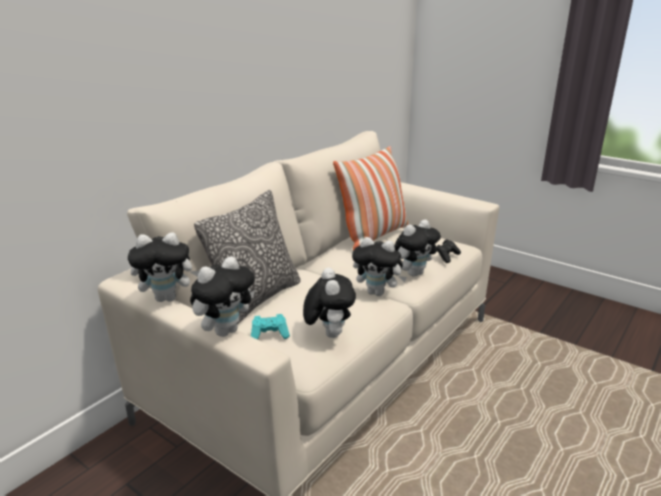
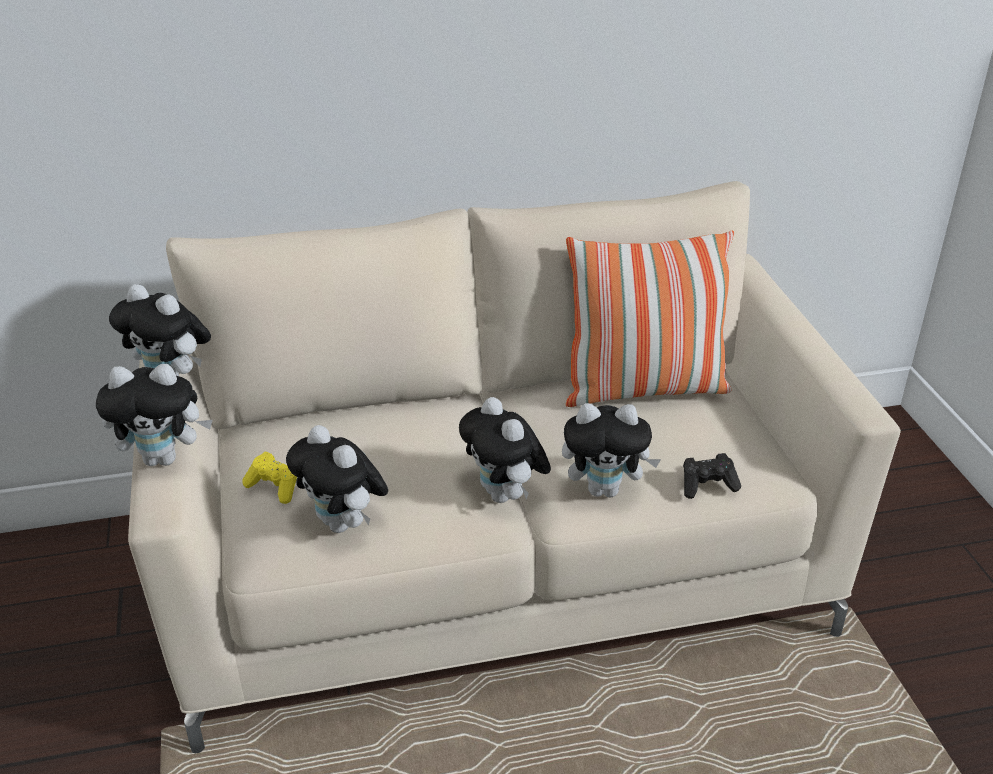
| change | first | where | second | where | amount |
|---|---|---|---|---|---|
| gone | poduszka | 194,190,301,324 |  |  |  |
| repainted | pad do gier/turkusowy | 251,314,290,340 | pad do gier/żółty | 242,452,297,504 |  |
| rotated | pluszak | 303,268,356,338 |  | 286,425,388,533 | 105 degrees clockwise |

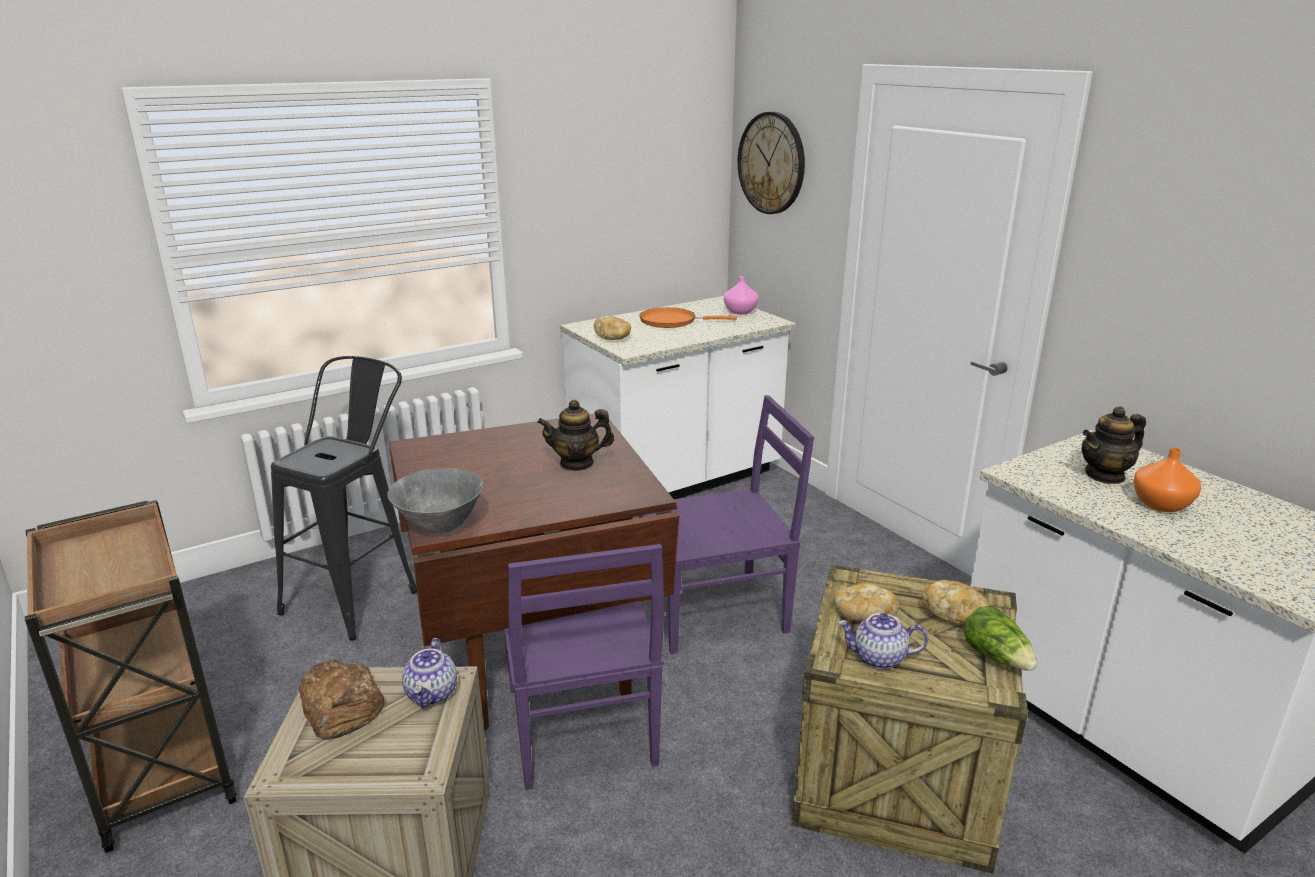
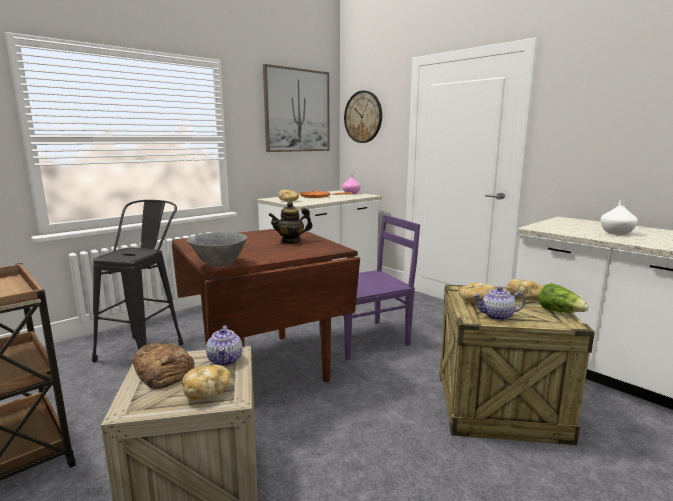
| change | first | where | second | where | amount |
|---|---|---|---|---|---|
| gone | krzesło/fioletowy | 504,544,665,790 |  |  |  |
| gone | imbryk | 1082,406,1146,484 |  |  |  |
| new |  |  | chleb | 182,365,231,400 |  |
| new |  |  | obraz | 263,64,329,152 |  |
| repainted | wazon/pomarańczowy | 1133,448,1201,512 | wazon/biały | 600,200,638,235 |  |

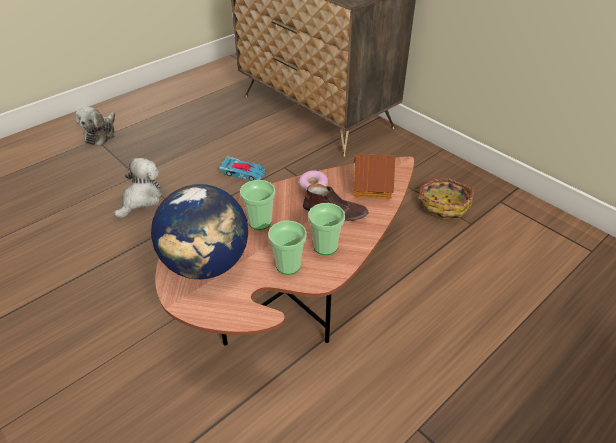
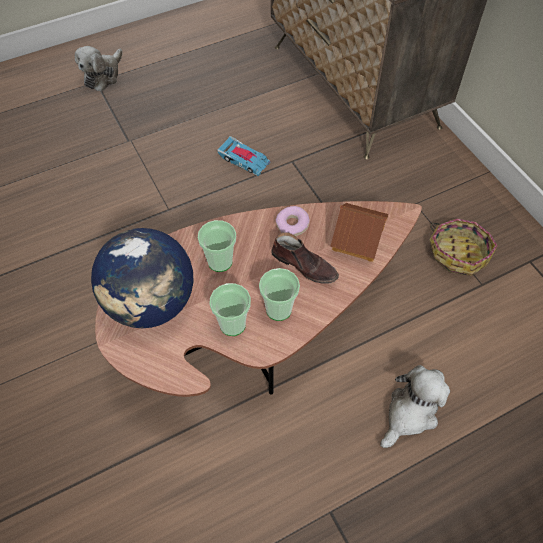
| change | first | where | second | where | amount |
|---|---|---|---|---|---|
| shifted | pluszak | 114,158,162,218 |  | 380,365,450,448 |  |

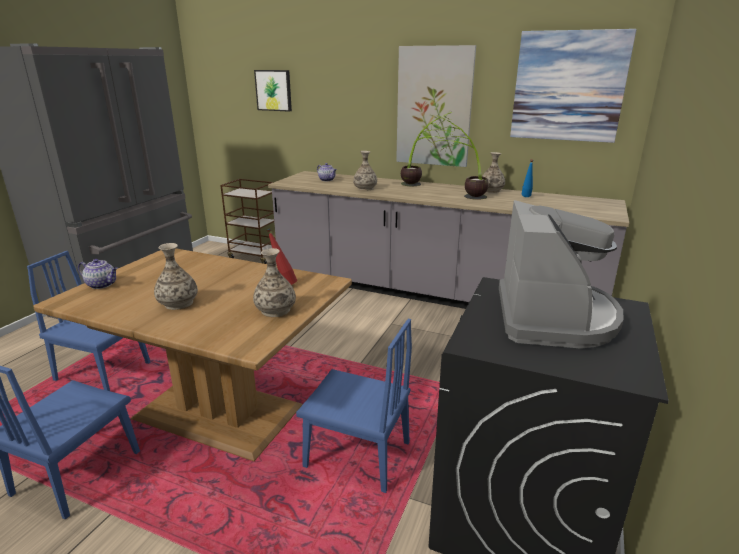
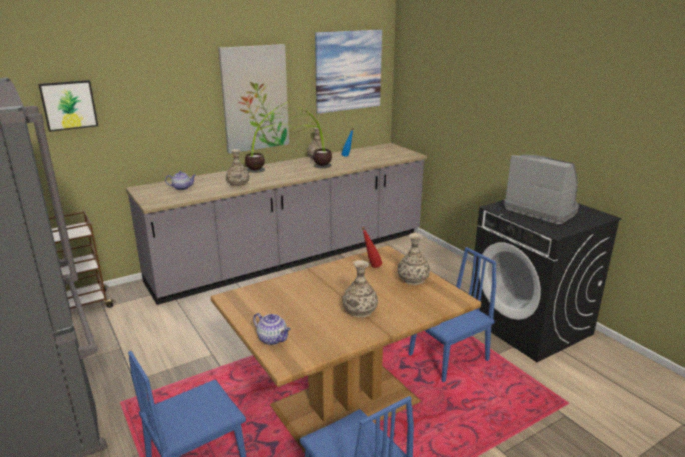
| change | first | where | second | where | amount |
|---|---|---|---|---|---|
| rotated | imbryk | 78,259,118,289 |  | 253,313,291,345 | 75 degrees clockwise |

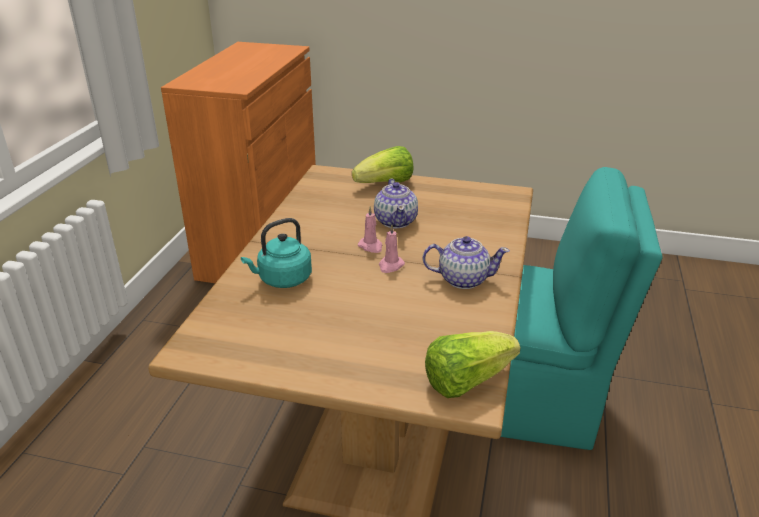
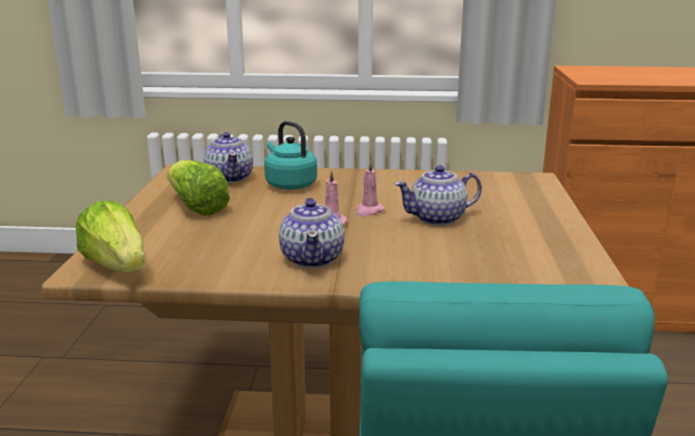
| change | first | where | second | where | amount |
|---|---|---|---|---|---|
| new |  |  | imbryk | 204,132,253,183 |  |
| shifted | sałata | 352,146,414,183 |  | 167,160,230,216 |  |

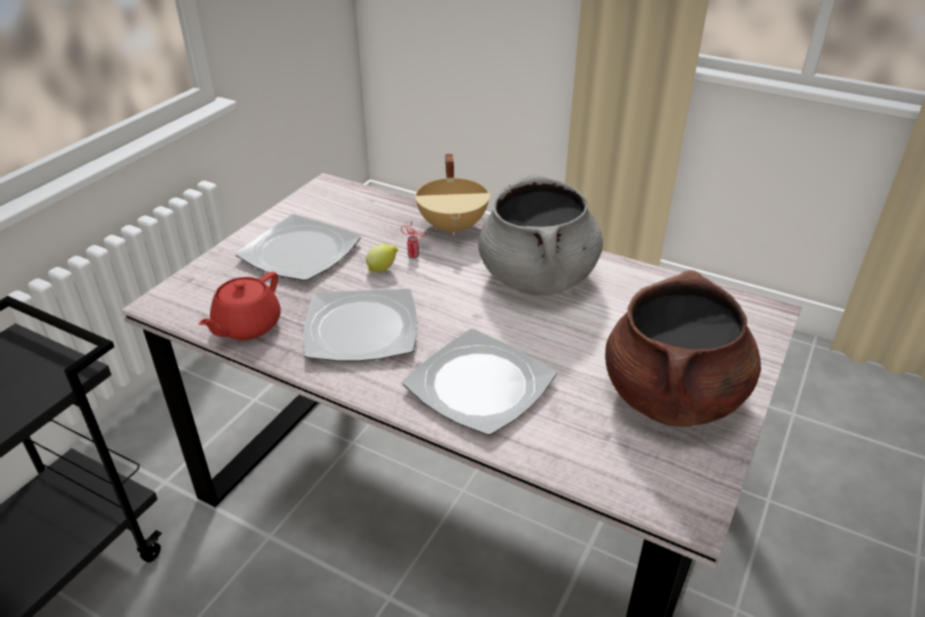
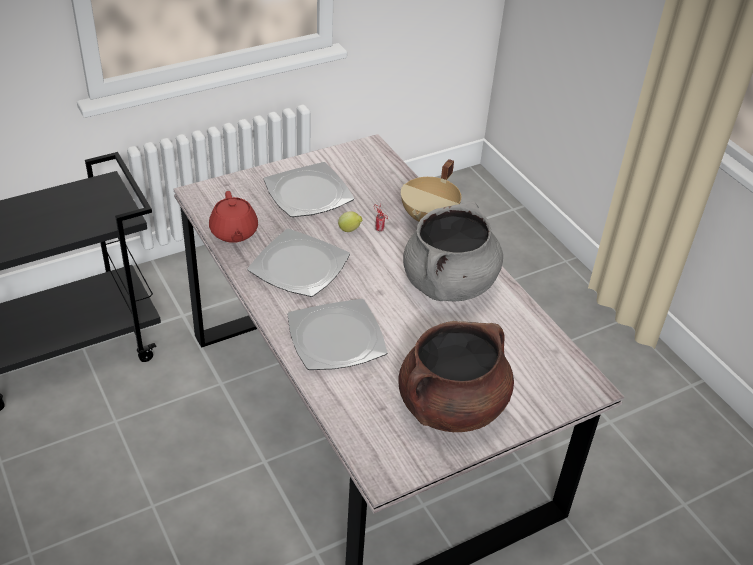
| change | first | where | second | where | amount |
|---|---|---|---|---|---|
| rotated | imbryk/czerwony | 199,272,281,340 |  | 209,191,258,243 | 75 degrees counterclockwise |

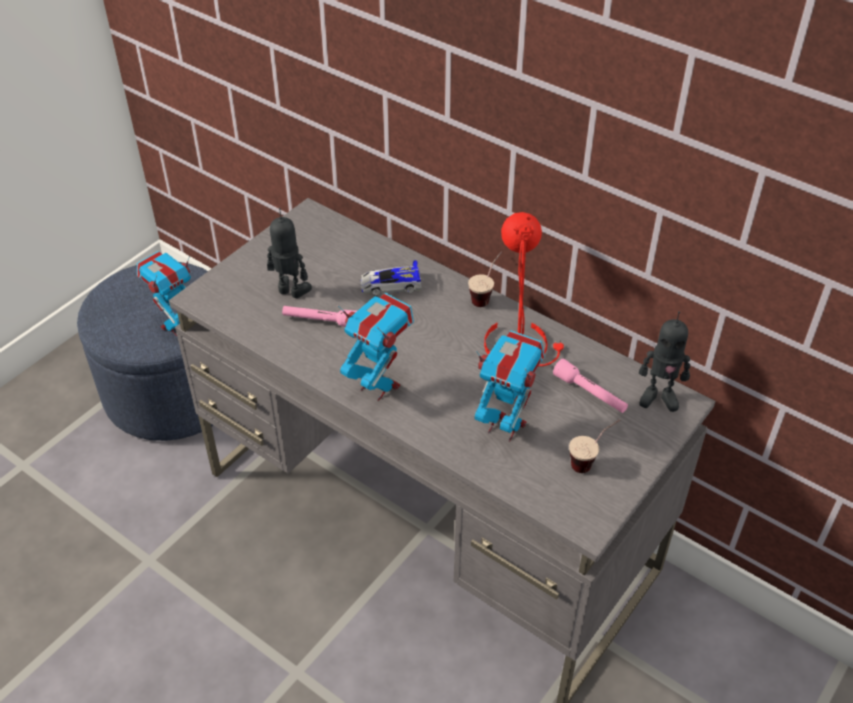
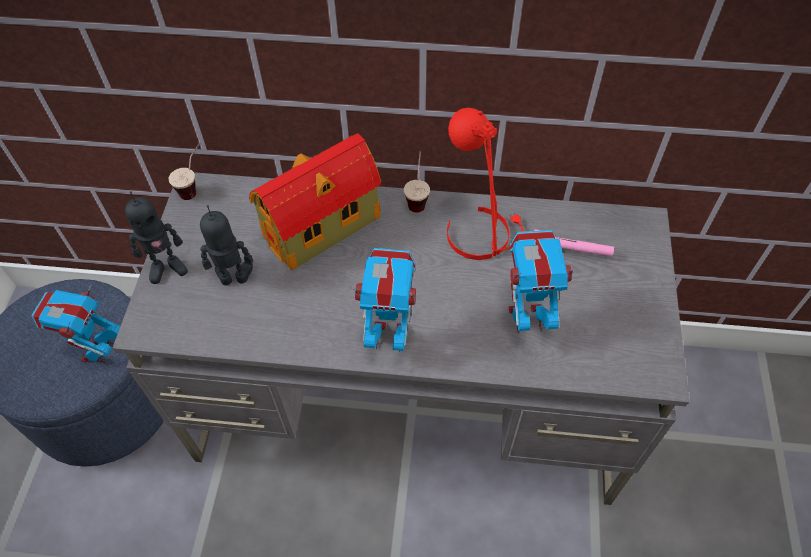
| change | first | where | second | where | amount |
|---|---|---|---|---|---|
| gone | latarka/różowy | 282,306,357,327 |  |  |  |
| shifted | filiżanka | 569,419,620,473 |  | 169,143,200,200 |  |
| shifted | robot zabawkowy | 639,311,690,412 |  | 125,191,188,284 |  |
| swapped | samochodzik | 360,260,422,295 | domek | 249,133,381,270 |  |

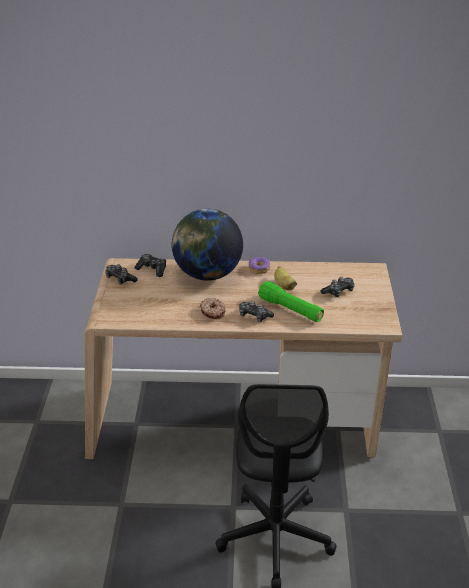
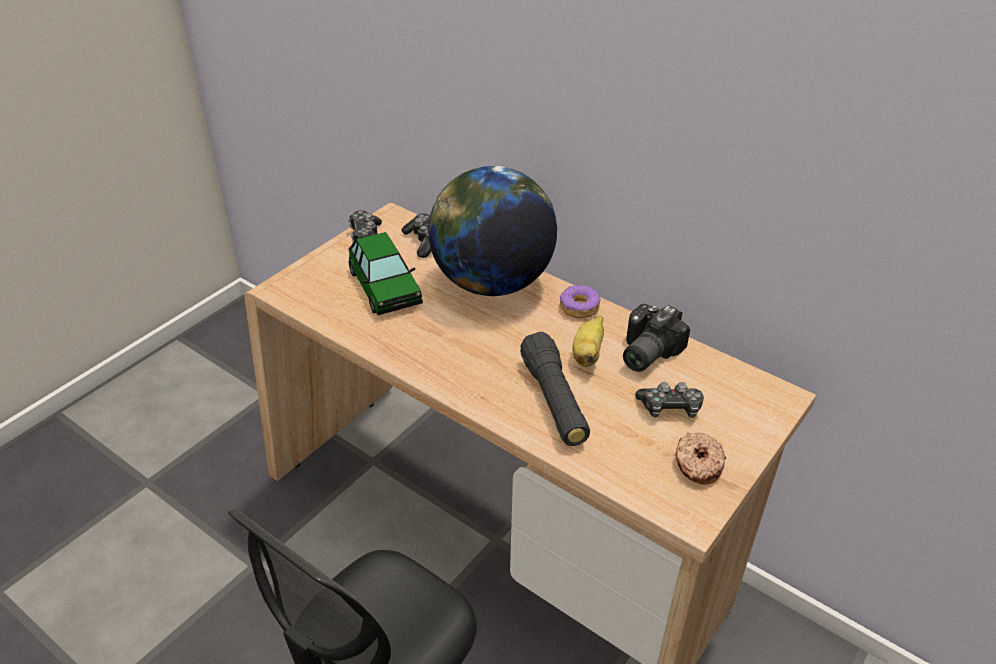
| change | first | where | second | where | amount |
|---|---|---|---|---|---|
| gone | pad do gier | 239,301,274,322 |  |  |  |
| new |  |  | samochodzik | 349,232,423,315 |  |
| new |  |  | aparat fotograficzny | 623,304,690,372 |  |
| shifted | donut | 200,298,226,319 |  | 675,433,726,485 |  |
| repainted | latarka/zielony | 258,281,324,322 | latarka/czarny | 520,332,590,446 |  |

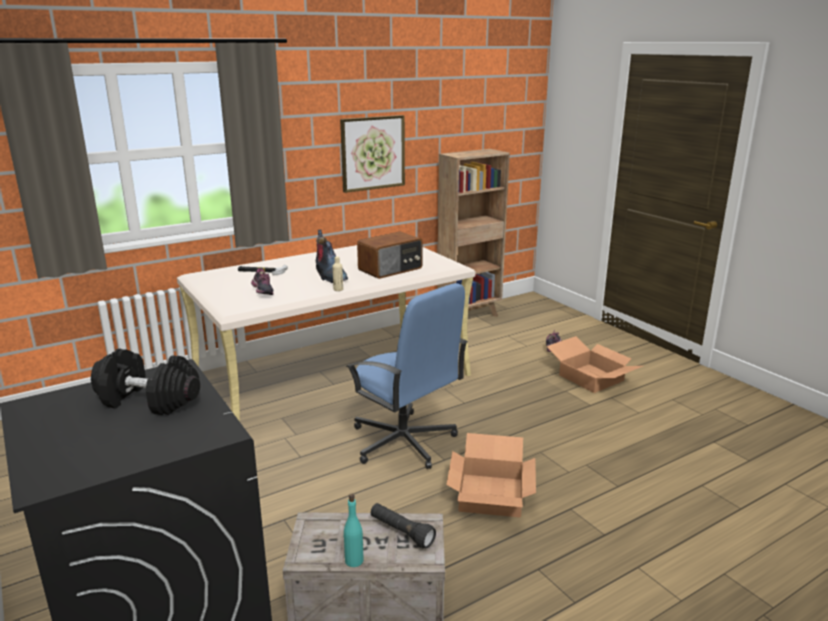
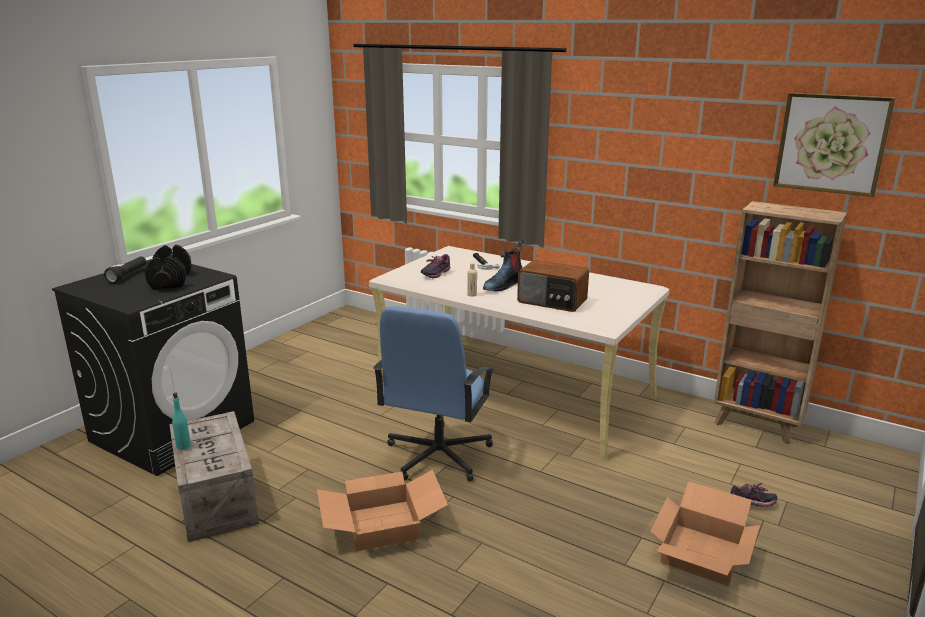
| change | first | where | second | where | amount |
|---|---|---|---|---|---|
| shifted | obraz | 340,115,405,193 |  | 773,93,895,197 |  |
| shifted | latarka/czarny | 371,503,436,549 |  | 104,256,146,283 |  |

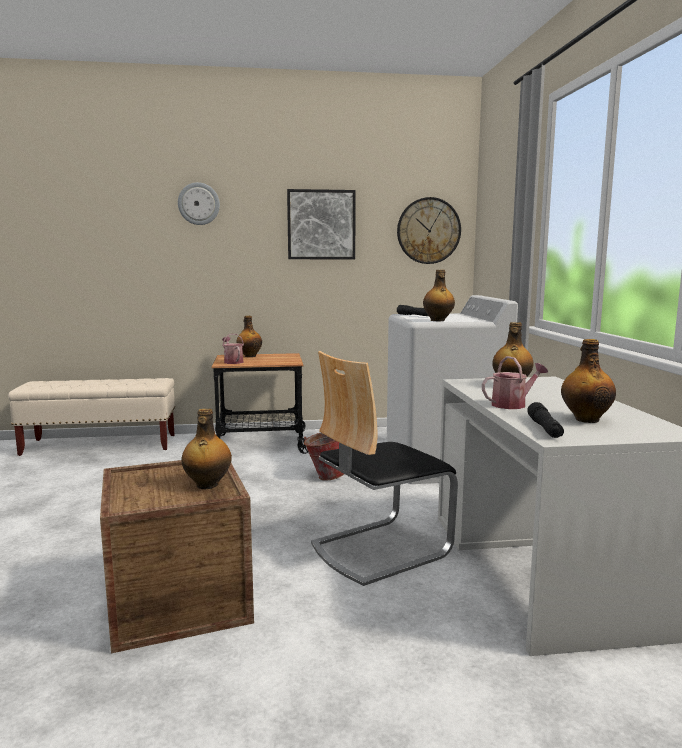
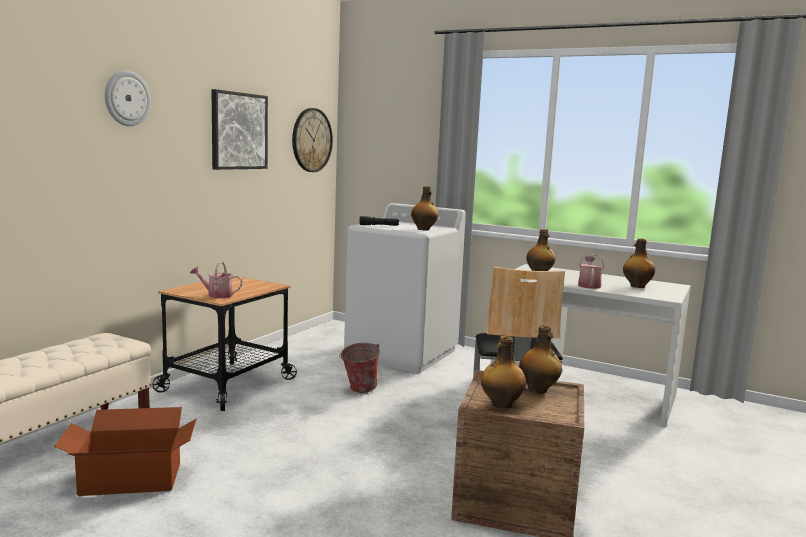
| change | first | where | second | where | amount |
|---|---|---|---|---|---|
| gone | latarka/czarny | 527,402,564,438 |  |  |  |
| new |  |  | karton | 54,407,196,496 |  |
| shifted | butelka | 236,316,262,357 |  | 481,336,526,409 |  |

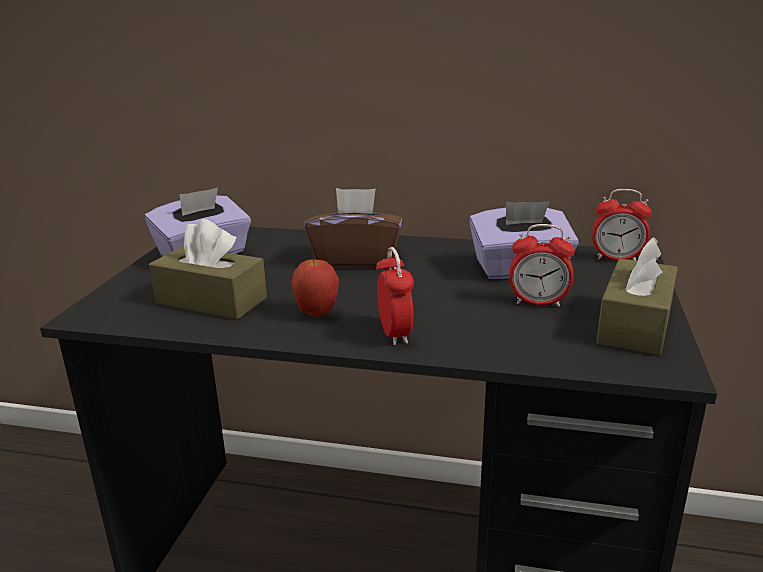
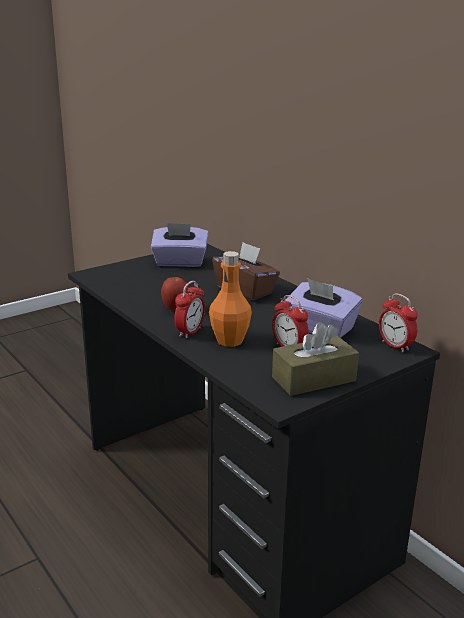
| change | first | where | second | where | amount |
|---|---|---|---|---|---|
| gone | pudełko chusteczek/brązowy | 149,219,267,320 |  |  |  |
| new |  |  | butelka/pomarańczowy | 209,251,252,347 |  |

